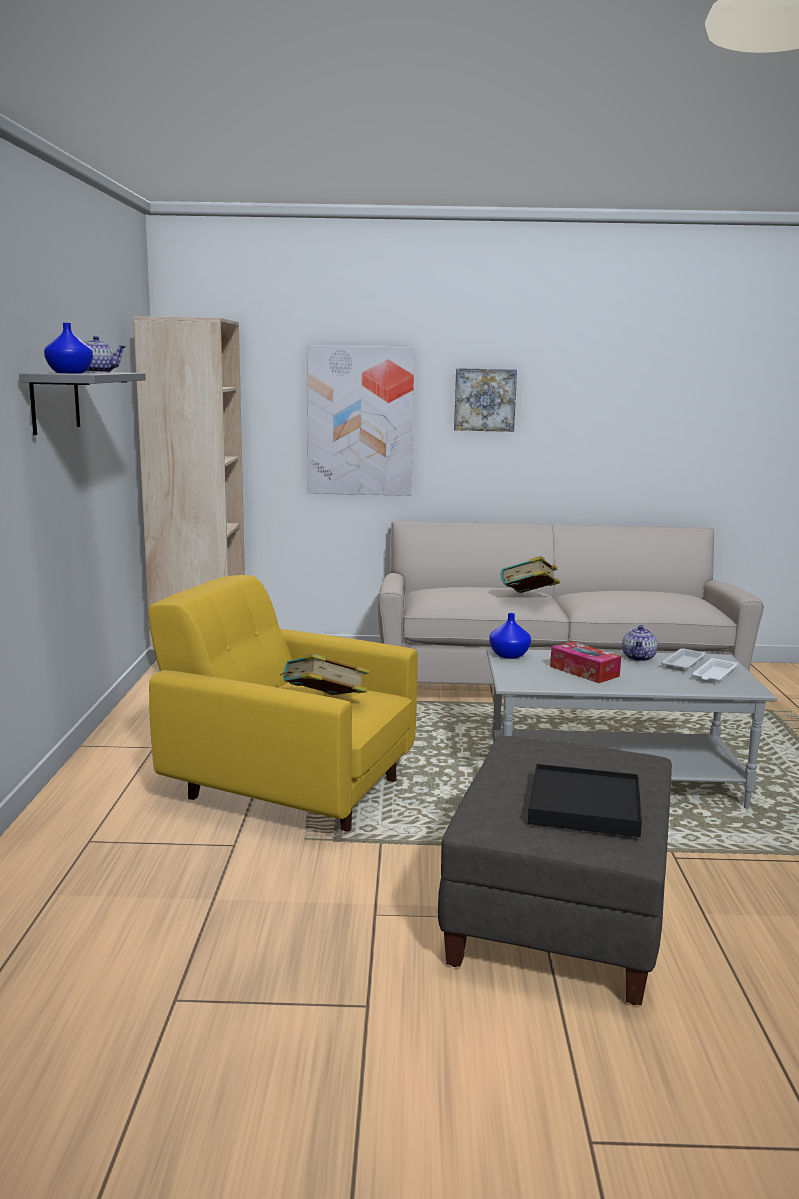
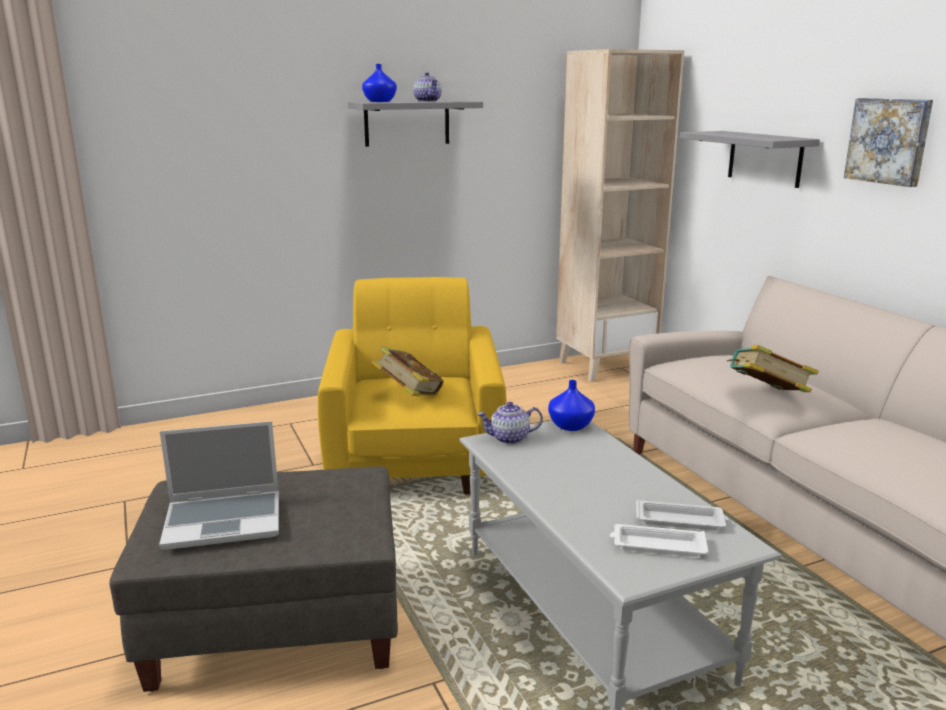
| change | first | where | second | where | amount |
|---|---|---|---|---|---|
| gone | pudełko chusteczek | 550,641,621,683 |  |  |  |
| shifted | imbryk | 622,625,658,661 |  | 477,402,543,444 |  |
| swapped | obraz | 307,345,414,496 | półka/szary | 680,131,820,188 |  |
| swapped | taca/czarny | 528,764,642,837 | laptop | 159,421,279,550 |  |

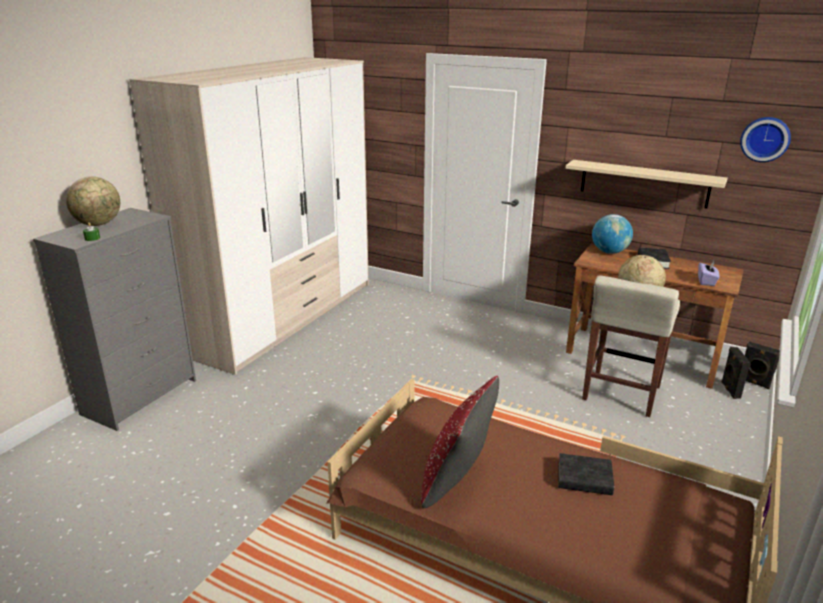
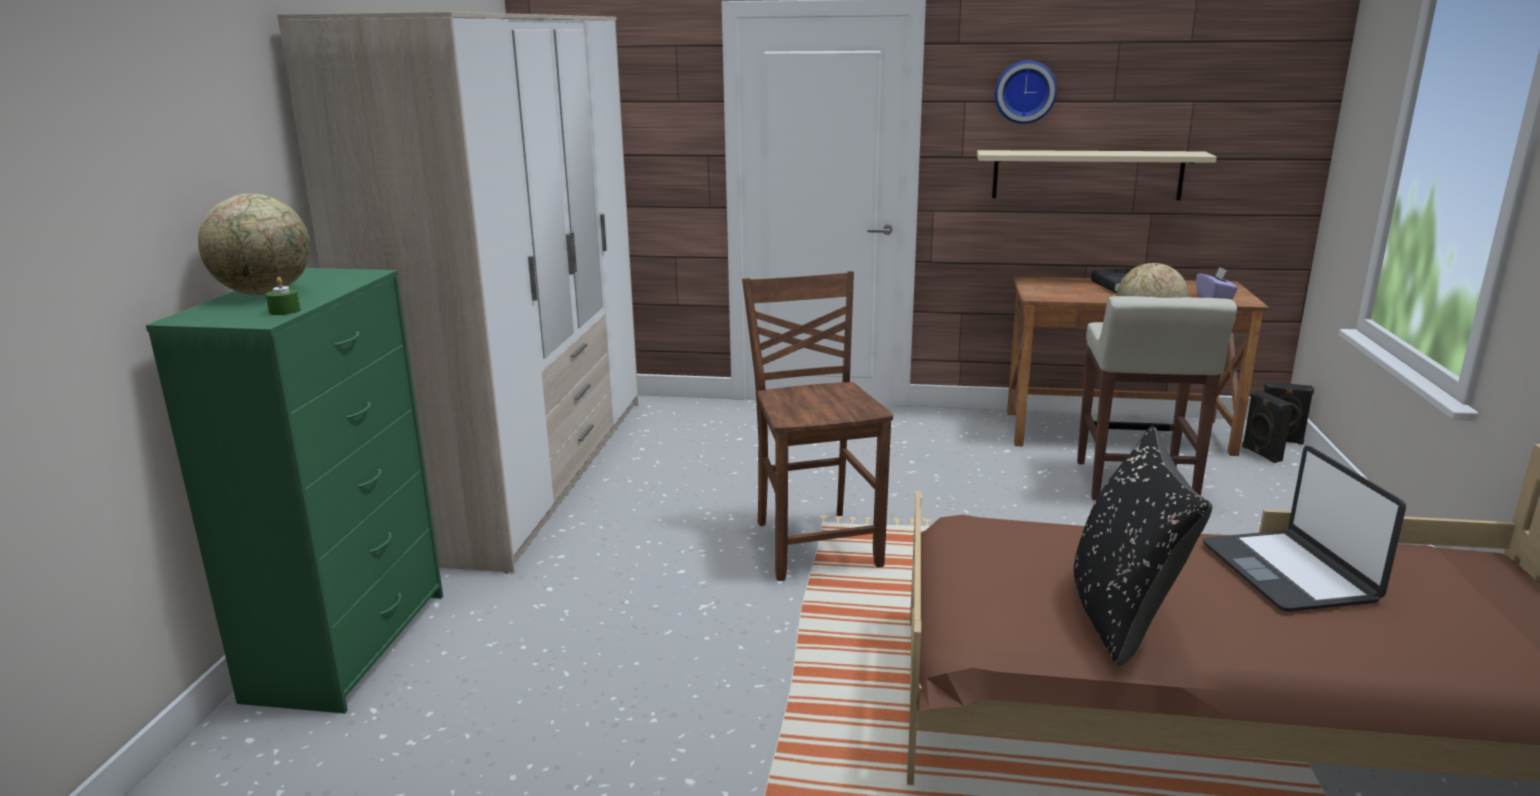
| change | first | where | second | where | amount |
|---|---|---|---|---|---|
| gone | globus | 592,214,633,254 |  |  |  |
| new |  |  | krzesło/brązowy | 742,271,893,581 |  |
| shifted | zegar ścienny | 740,117,791,162 |  | 994,60,1057,124 |  |
| swapped | książka/czarny | 558,453,614,495 | laptop | 1203,446,1406,612 |  |
| repainted | komoda/szary | 33,208,196,431 | komoda/zielony | 146,268,443,713 |  |
| repainted | poduszka/czerwony | 421,376,499,508 | poduszka/czarny | 1074,426,1212,666 |  |

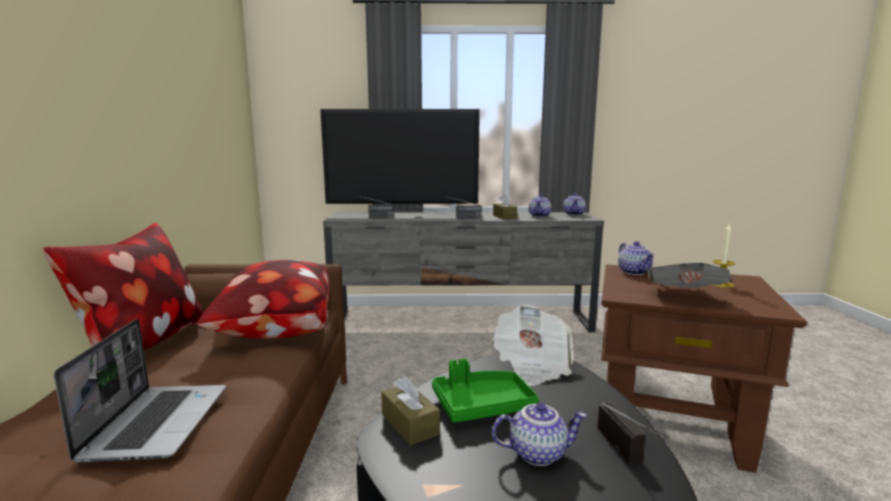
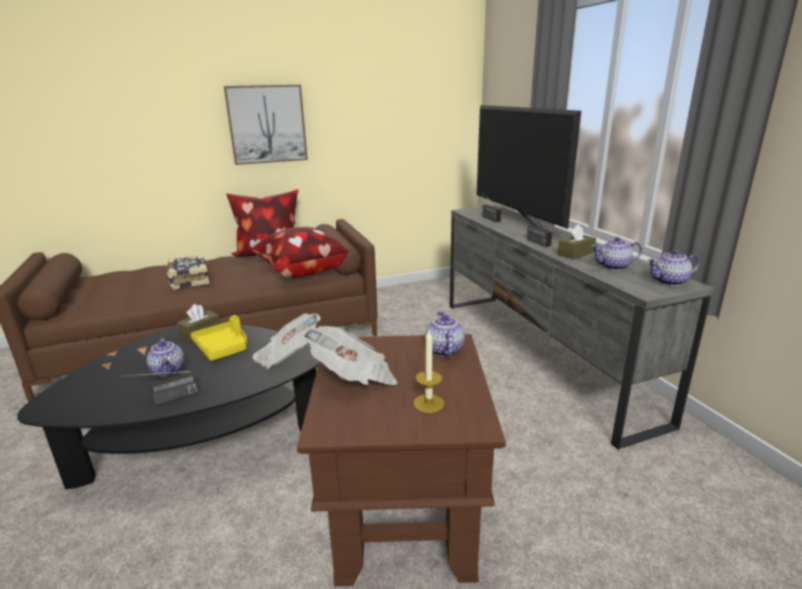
| change | first | where | second | where | amount |
|---|---|---|---|---|---|
| new |  |  | obraz | 224,85,308,165 |  |
| swapped | laptop | 54,319,226,462 | książka | 166,254,210,290 |  |
| repainted | taca/zielony | 432,358,539,423 | taca/żółty | 191,315,247,361 |  |
| rotated | imbryk | 618,241,655,275 |  | 425,311,465,357 | 120 degrees clockwise |

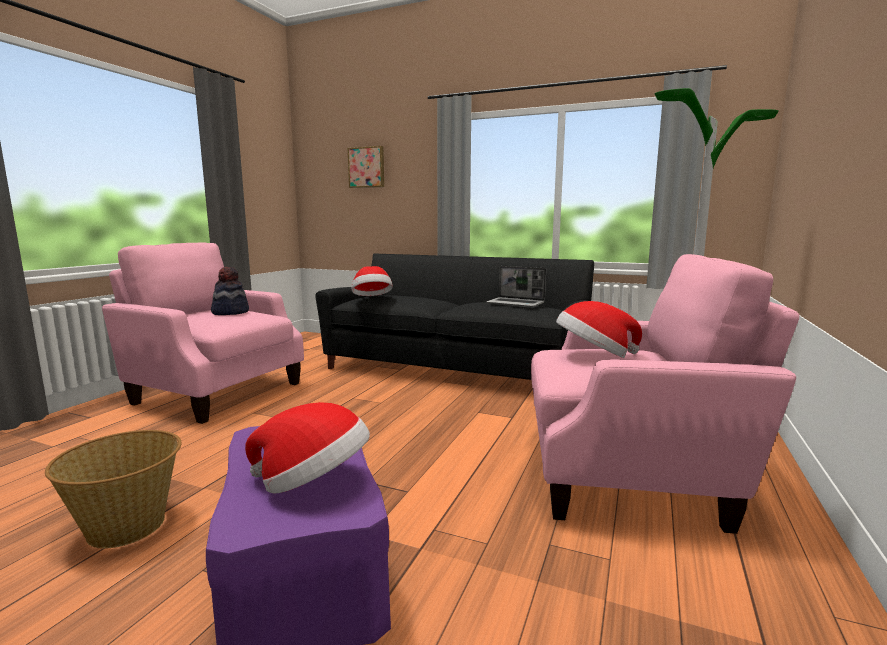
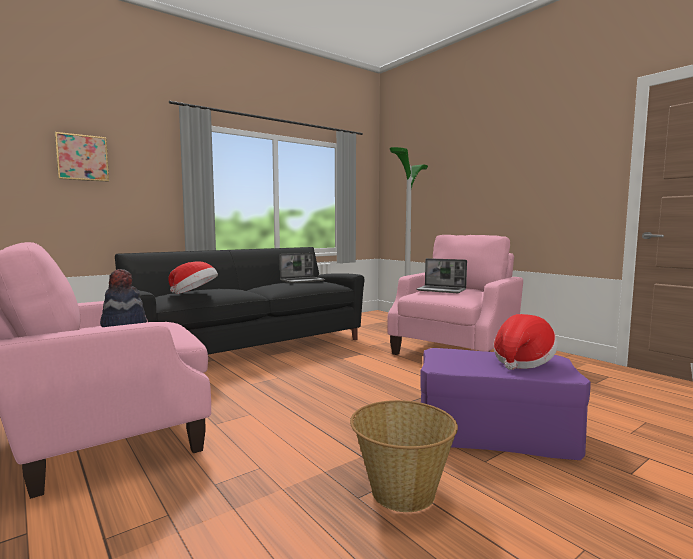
| change | first | where | second | where | amount |
|---|---|---|---|---|---|
| swapped | kapelusz | 556,301,642,358 | laptop | 416,258,467,293 |  |

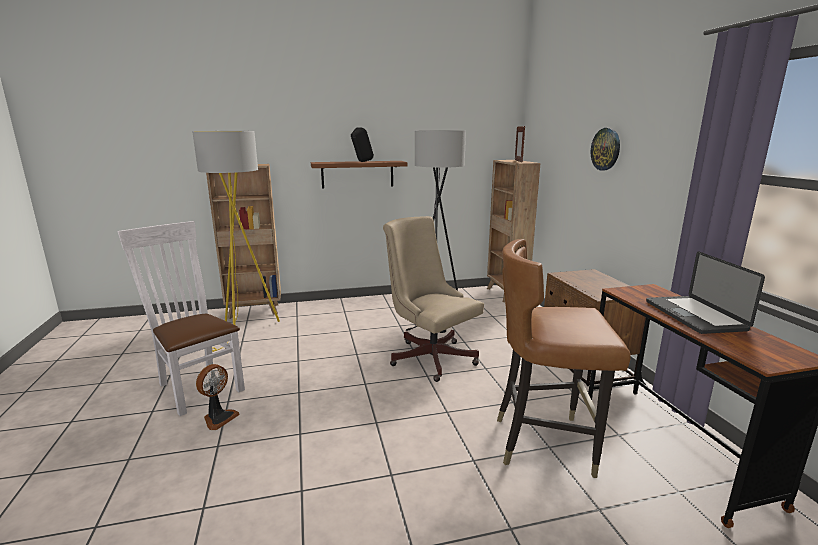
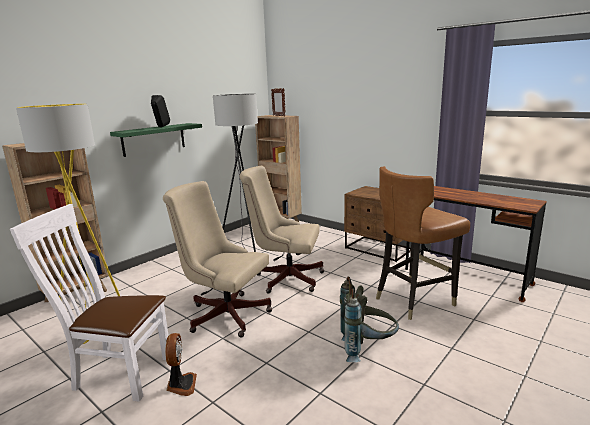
| change | first | where | second | where | amount |
|---|---|---|---|---|---|
| gone | zegar ścienny | 591,128,620,171 |  |  |  |
| gone | laptop | 646,251,765,334 |  |  |  |
| new |  |  | krzesło biurowe/beżowy | 163,181,272,338 |  |
| new |  |  | plecak/szary | 340,277,399,362 |  |
| repainted | półka/brązowy | 311,161,408,188 | półka/zielony | 110,123,202,157 |  |

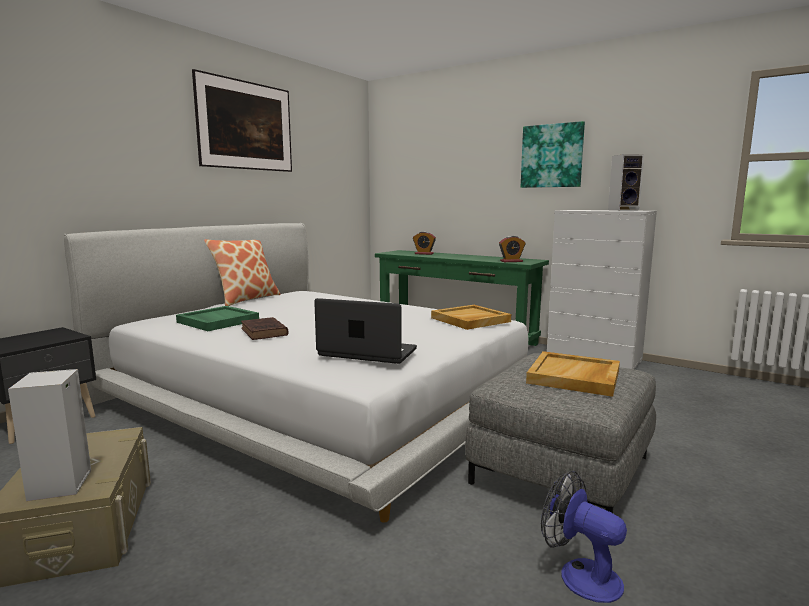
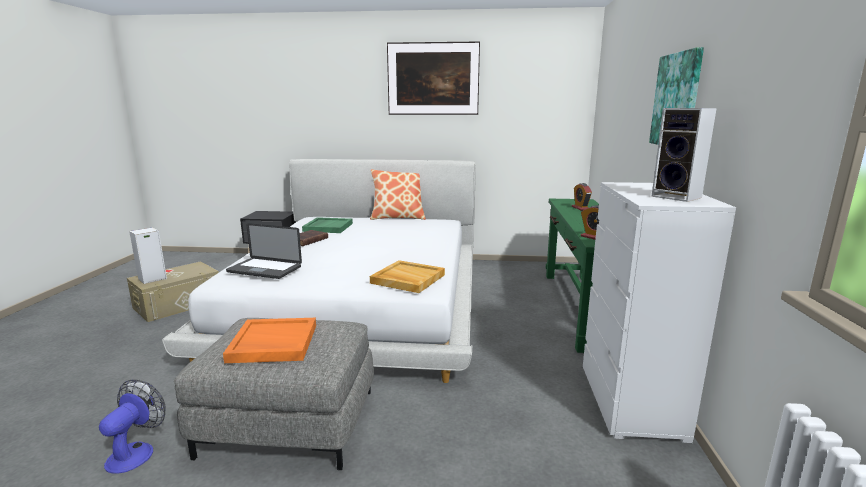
| change | first | where | second | where | amount |
|---|---|---|---|---|---|
| repainted | taca/beżowy | 526,351,620,397 | taca/pomarańczowy | 223,318,316,363 |  |
| rotated | laptop | 314,298,417,364 |  | 226,223,302,279 | 120 degrees clockwise |

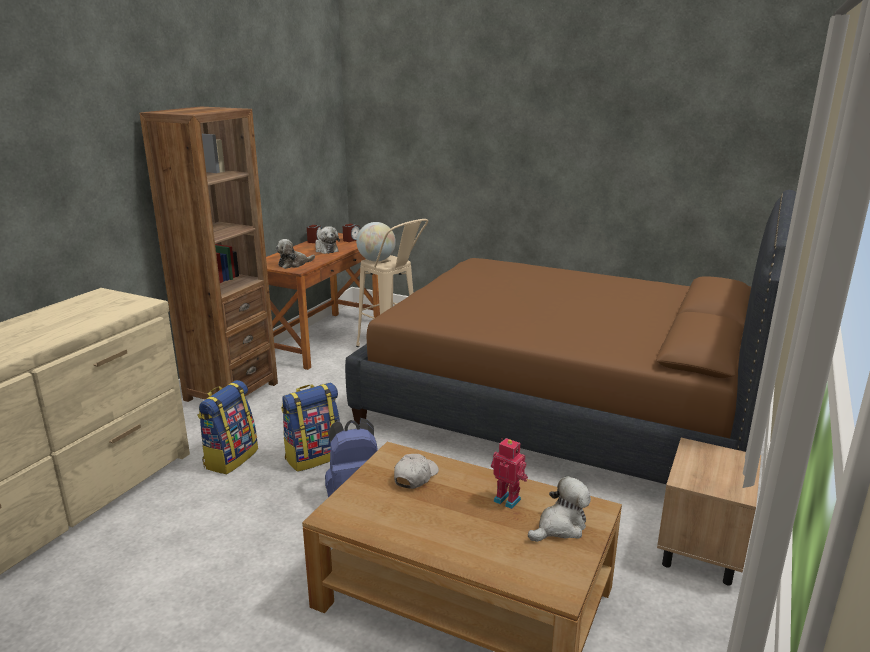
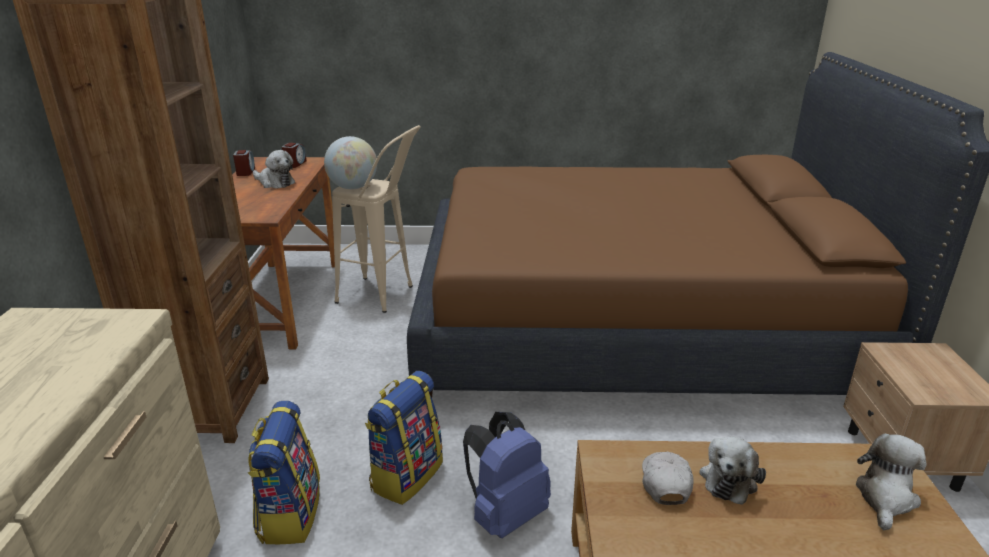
| change | first | where | second | where | amount |
|---|---|---|---|---|---|
| gone | robot zabawkowy | 491,438,528,509 |  |  |  |
| shifted | pluszak | 276,239,315,269 |  | 699,437,766,505 |  |

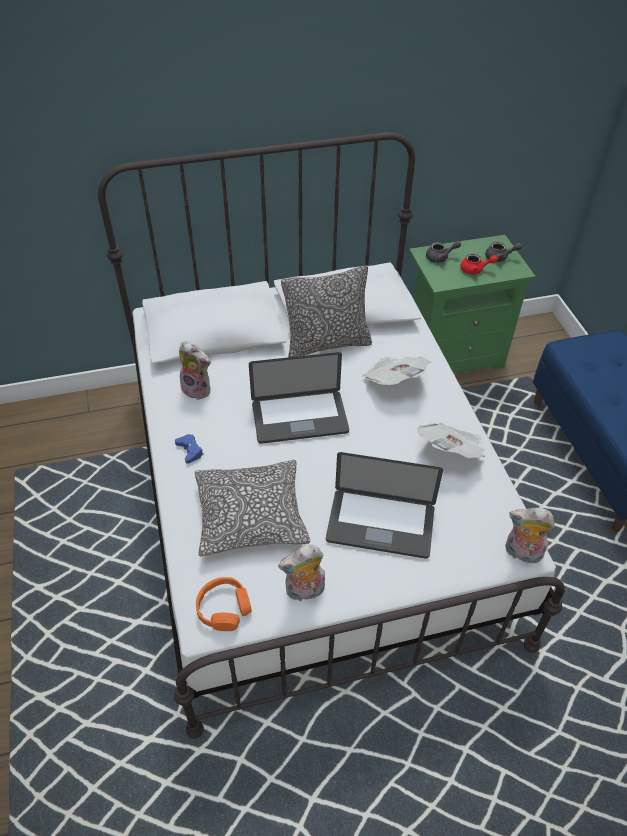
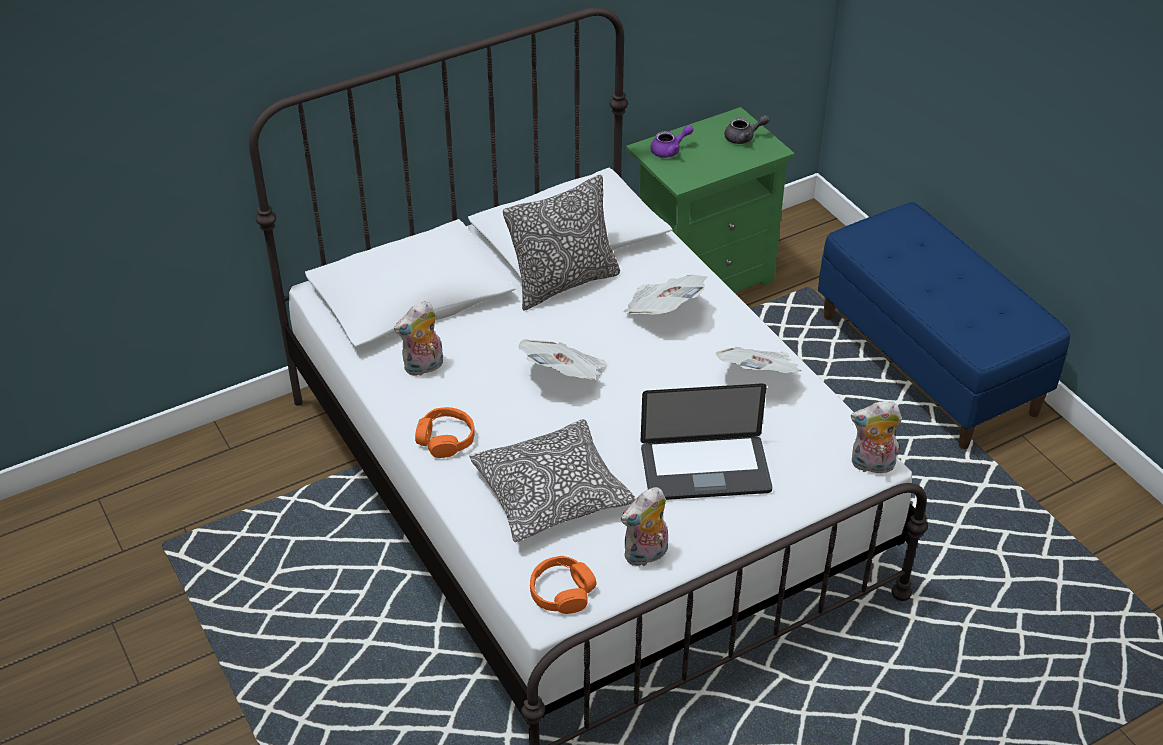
| change | first | where | second | where | amount |
|---|---|---|---|---|---|
| gone | imbryk/czerwony | 460,254,498,274 |  |  |  |
| swapped | pad do gier/niebieski | 175,434,203,464 | słuchawki/pomarańczowy | 415,407,475,458 |  |
| swapped | laptop | 249,352,349,444 | gazeta | 518,340,607,380 |  |
| repainted | imbryk/szary | 426,241,461,263 | imbryk/fioletowy | 650,125,694,158 |  |
| rotated | pluszak | 179,341,211,400 |  | 394,301,443,376 | 135 degrees clockwise |

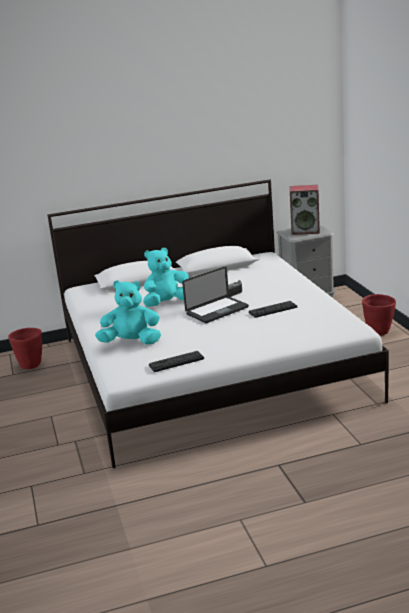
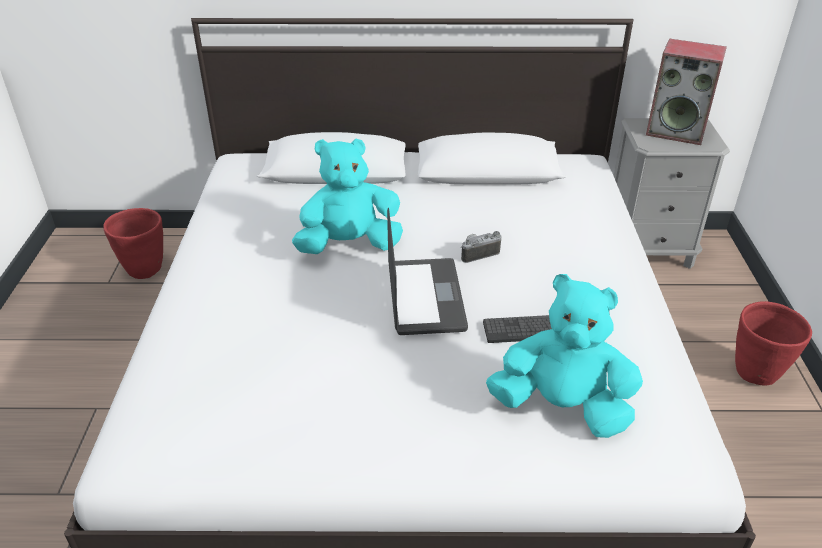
| change | first | where | second | where | amount |
|---|---|---|---|---|---|
| gone | klawiatura | 149,351,204,372 |  |  |  |
| shifted | pluszak/turkusowy | 95,280,161,345 |  | 486,274,643,438 |  |
| rotated | laptop | 182,266,249,323 |  | 387,208,468,335 | 75 degrees counterclockwise |

